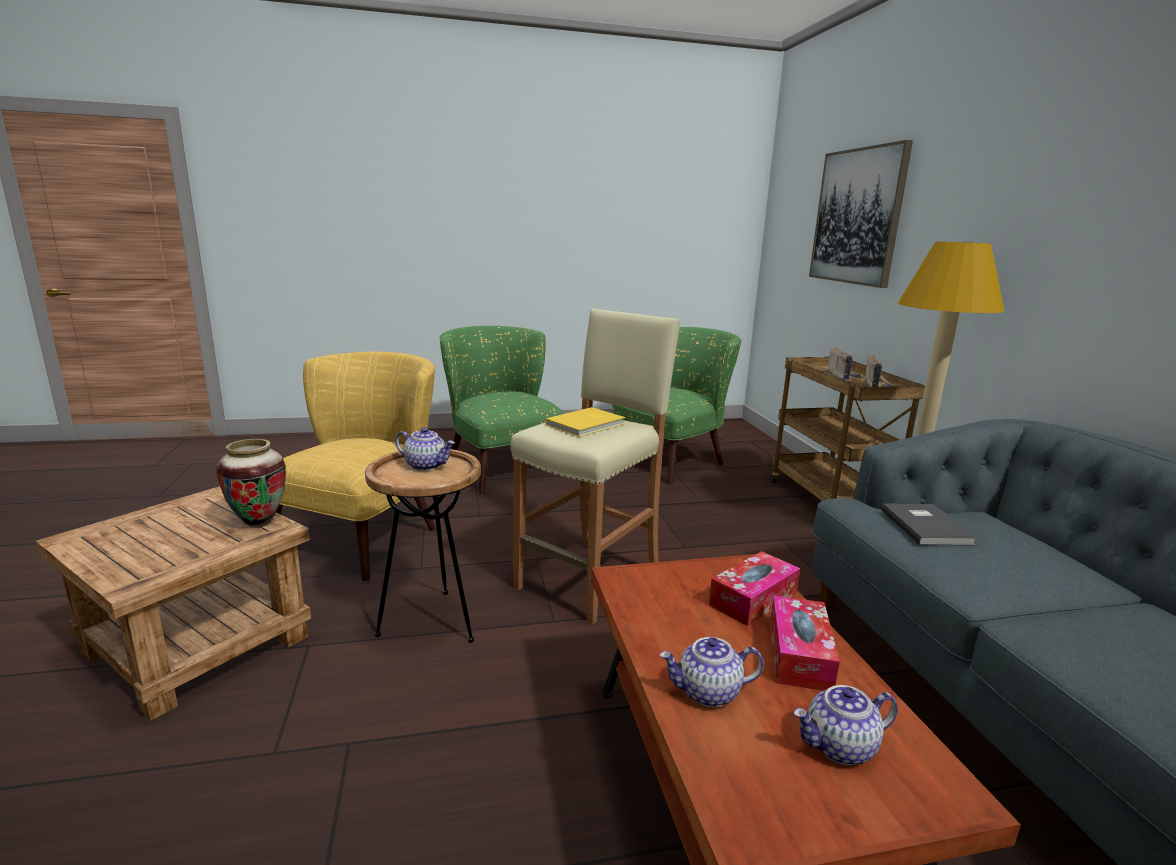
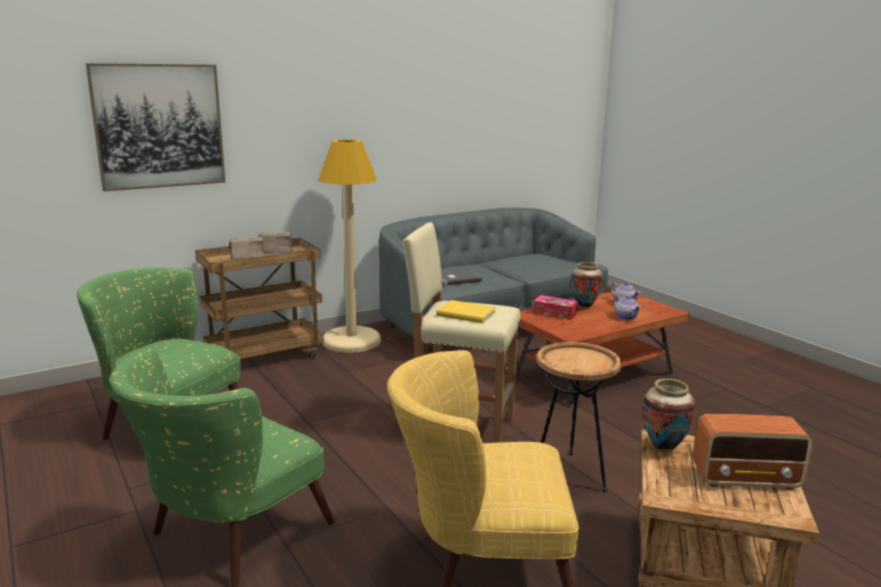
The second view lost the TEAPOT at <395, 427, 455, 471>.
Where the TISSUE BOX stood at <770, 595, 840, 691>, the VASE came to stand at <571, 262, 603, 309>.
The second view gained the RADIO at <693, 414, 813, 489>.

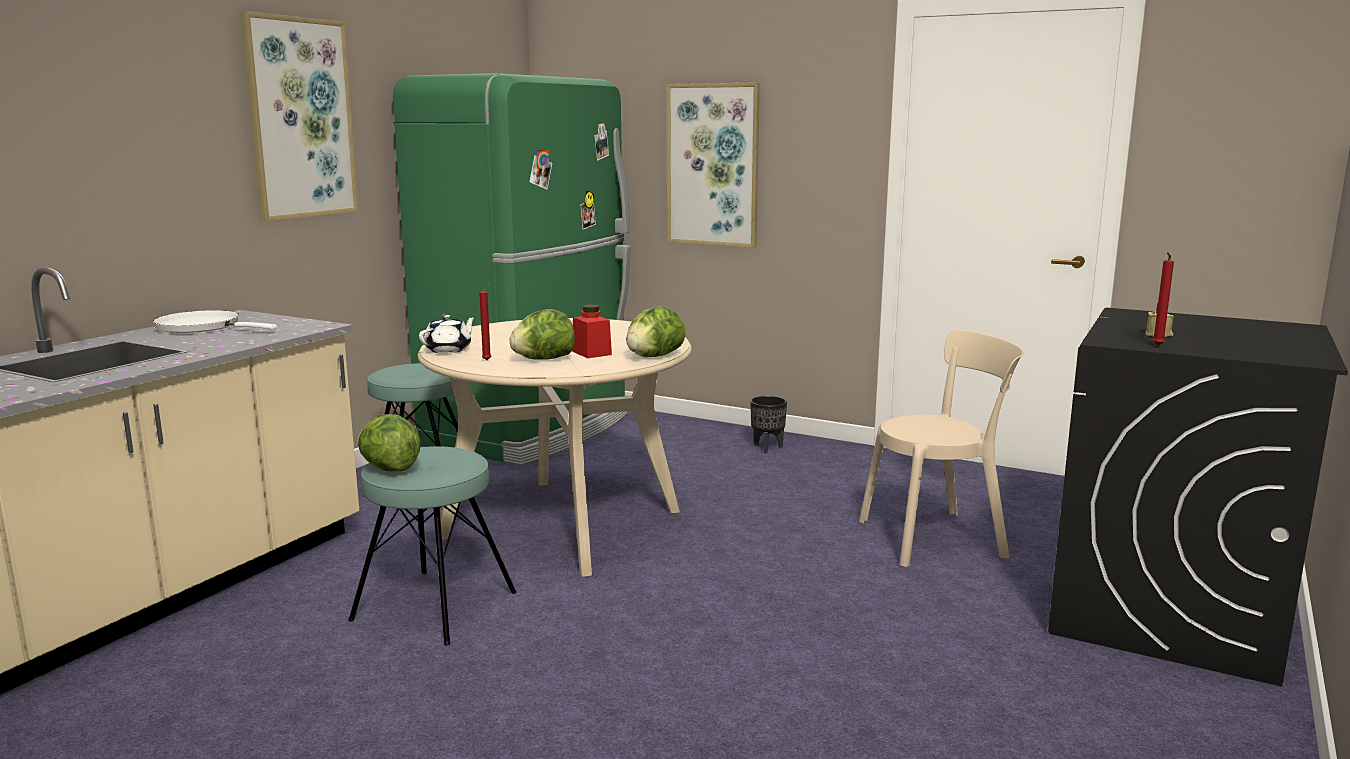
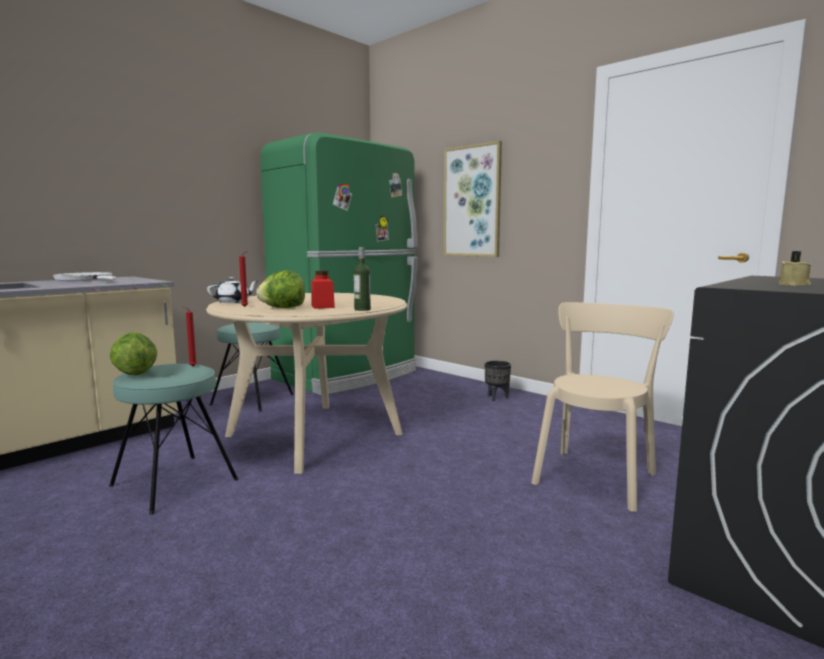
The second view lost the PICTURE at <240, 11, 358, 221>.
The RED CANDLE ended up elsewhere, having gone from <1152, 252, 1174, 346> to <182, 306, 197, 367>.
Where the LETTUCE stood at <626, 306, 686, 358>, the BOTTLE came to stand at <354, 247, 371, 311>.
The BEIGE CHAIR at <859, 330, 1024, 567> ended up facing another way, 60 degrees counterclockwise from before.

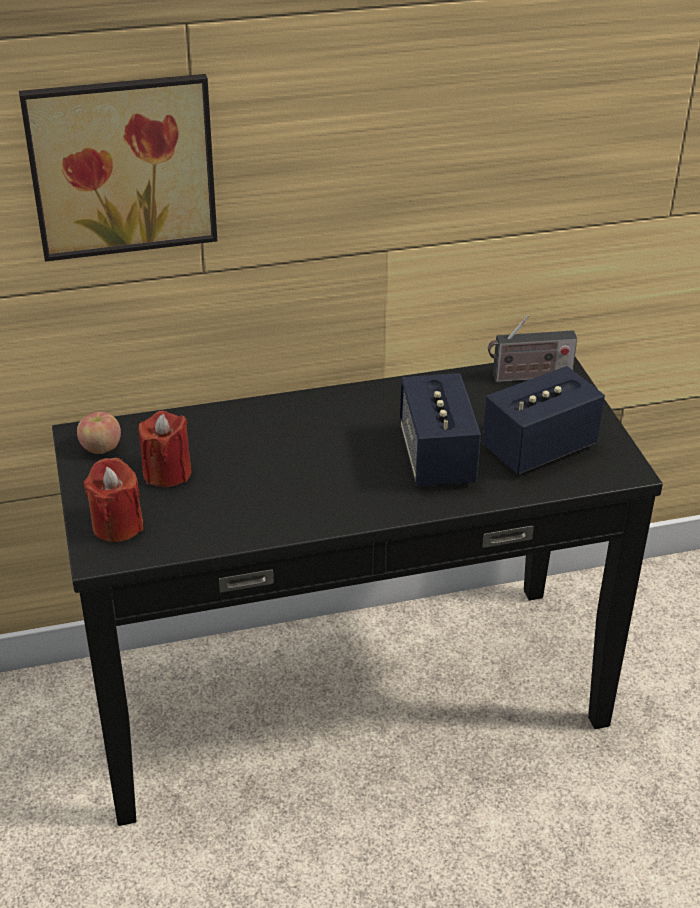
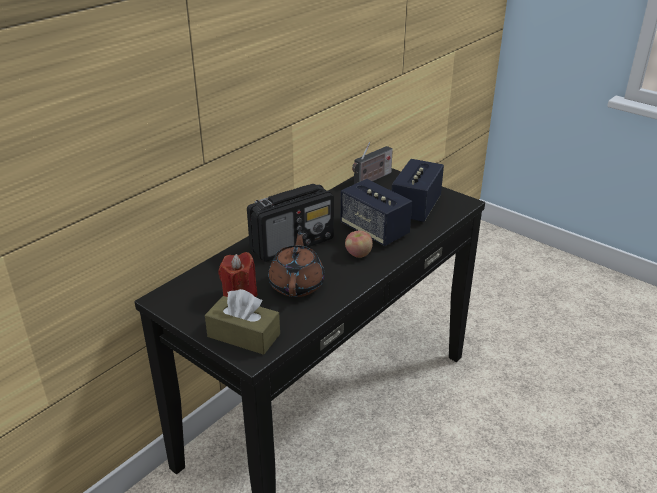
The second view lost the PICTURE at <19, 74, 217, 262>.
The APPLE ended up elsewhere, having gone from <77, 412, 121, 454> to <345, 231, 373, 258>.
Where the RED CANDLE stood at <84, 458, 143, 542>, the BROWN TISSUE BOX came to stand at <205, 289, 280, 355>.
The second view gained the RADIO at <247, 184, 334, 262>.
The second view gained the BROWN TEAPOT at <268, 231, 325, 297>.

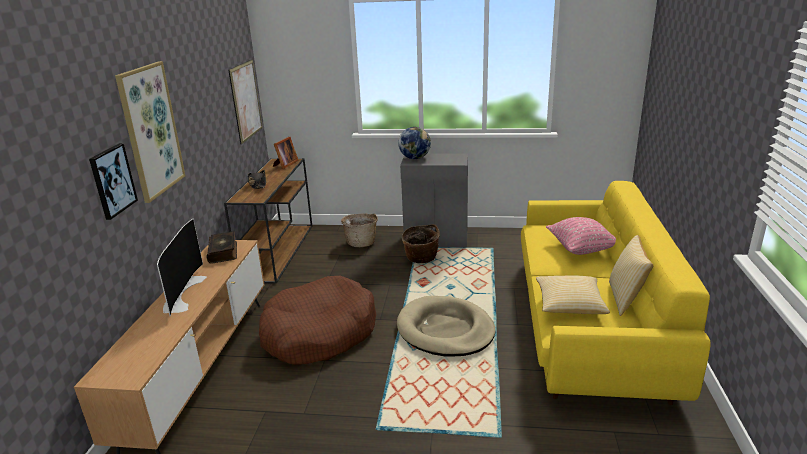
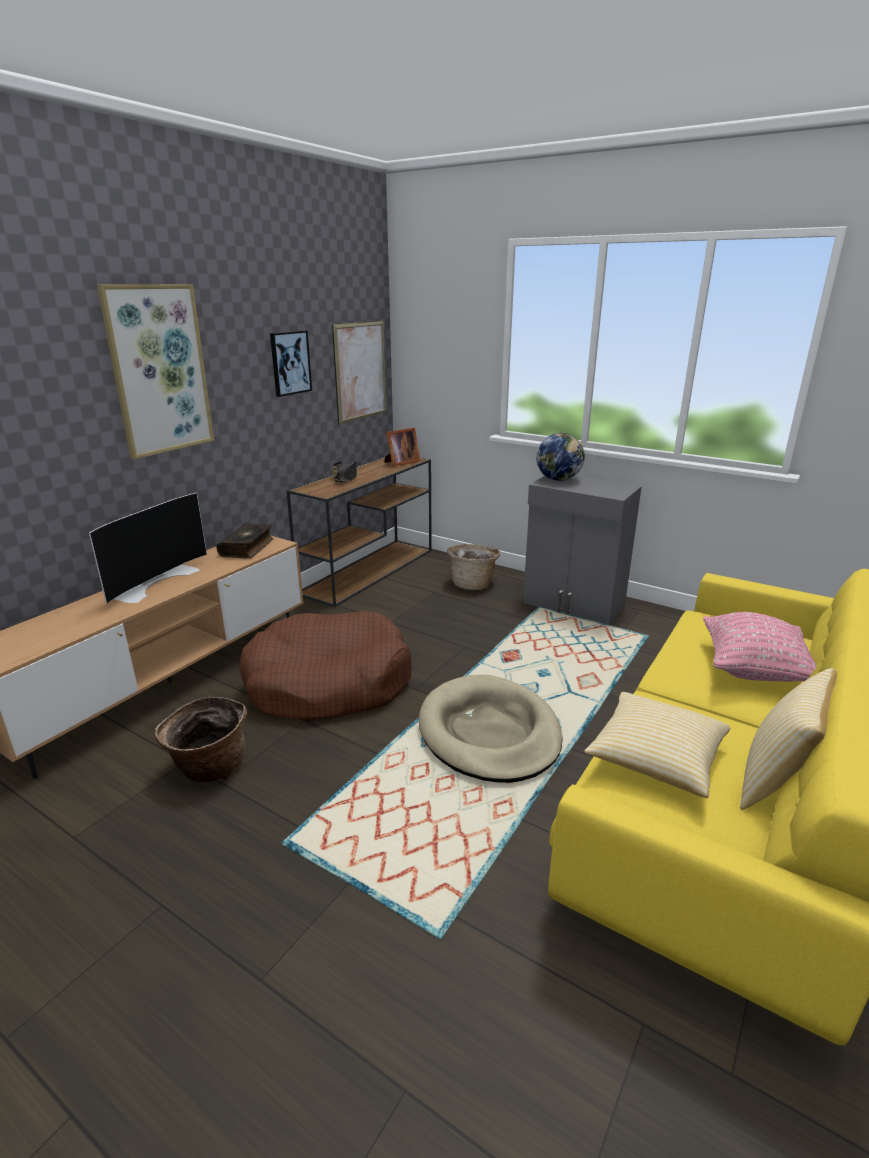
The PICTURE ended up elsewhere, having gone from <89, 143, 138, 220> to <270, 331, 312, 397>.
The BASKET ended up elsewhere, having gone from <402, 224, 440, 263> to <155, 697, 247, 782>.

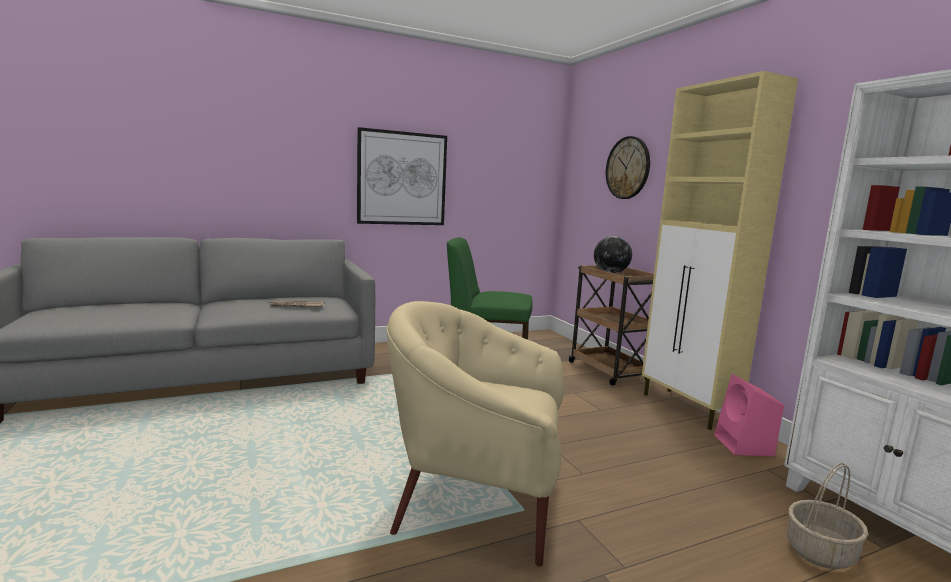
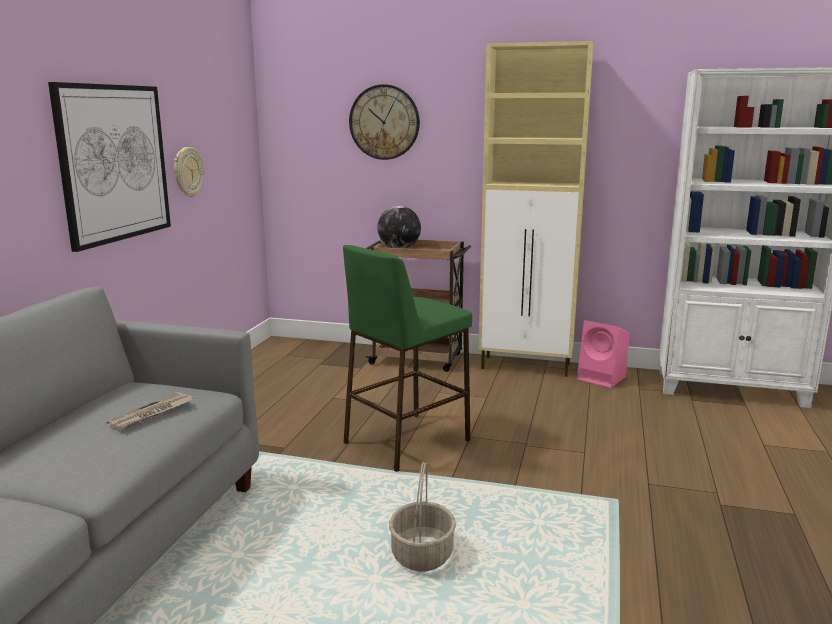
The second view lost the BEIGE ARMCHAIR at <387, 301, 564, 567>.
The BASKET ended up elsewhere, having gone from <787, 463, 868, 569> to <389, 462, 456, 572>.
The second view gained the WALL CLOCK at <174, 147, 204, 197>.

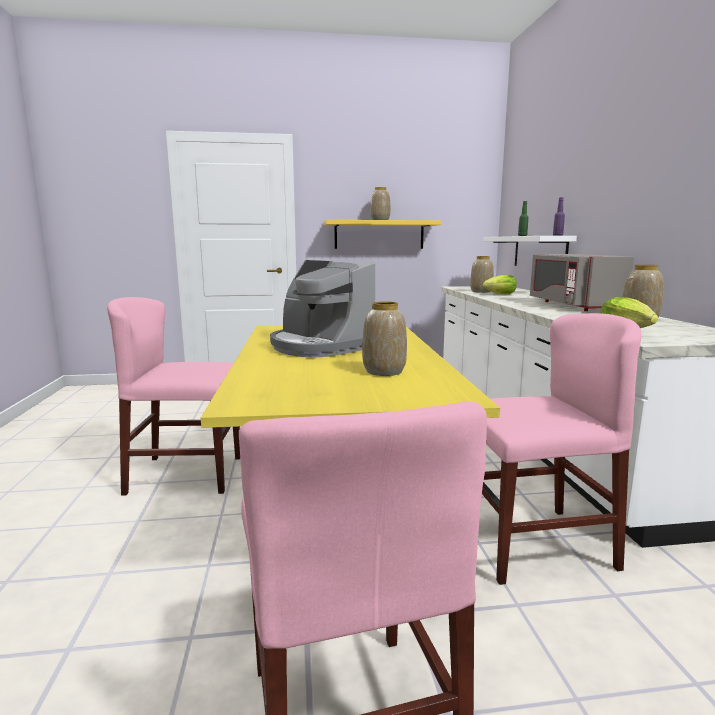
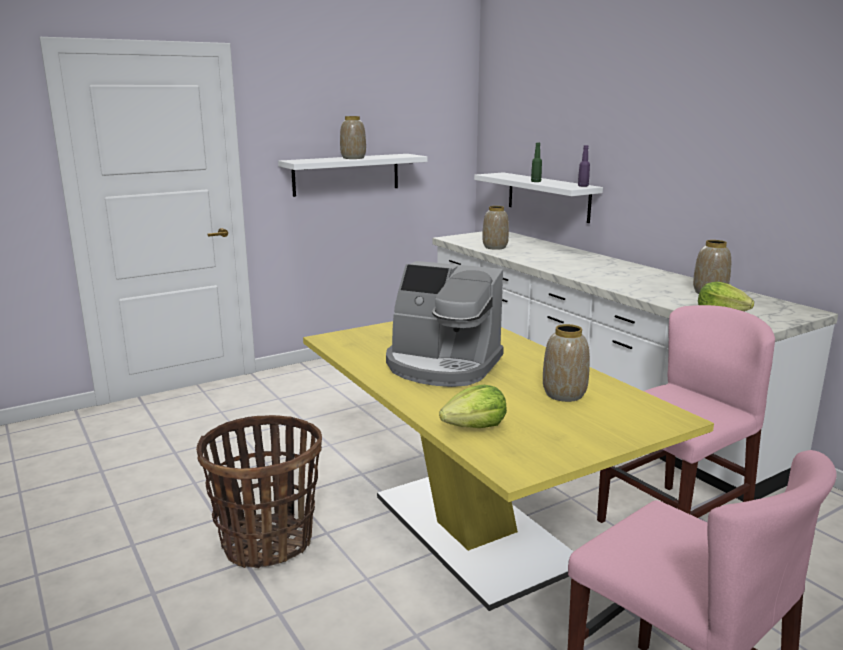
What was the YELLOW SHELF at <324, 220, 442, 249> turned into the WHITE SHELF at <278, 154, 427, 197>.
The second view lost the GREY MICROWAVE at <530, 254, 634, 311>.
The LETTUCE ended up elsewhere, having gone from <483, 275, 517, 294> to <439, 385, 507, 428>.
Where the PINK CHAIR stood at <107, 297, 240, 496>, the BASKET came to stand at <196, 415, 322, 568>.

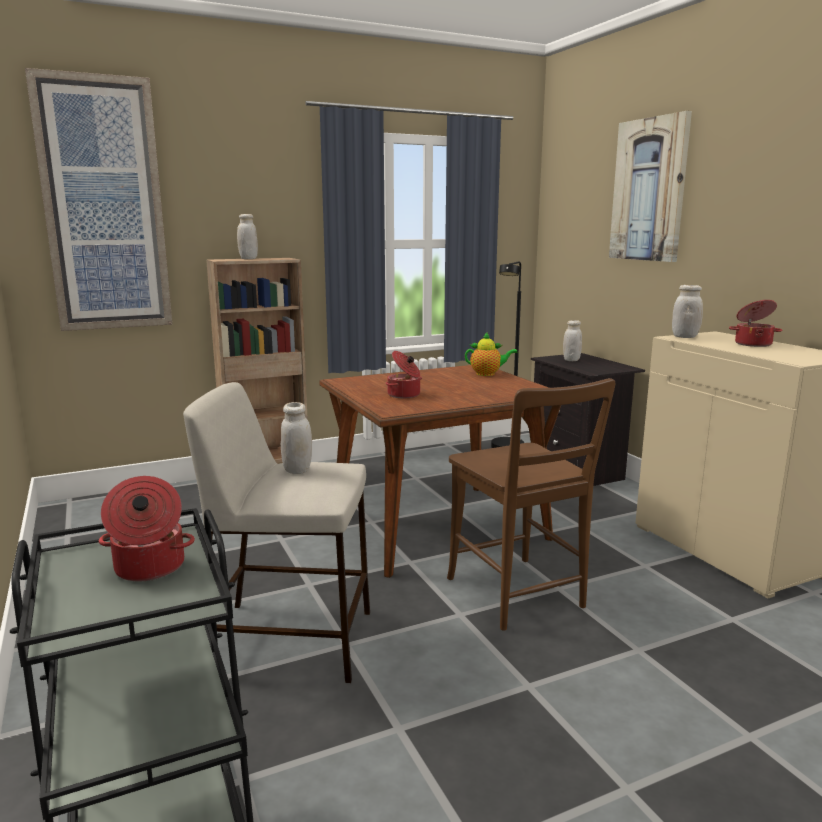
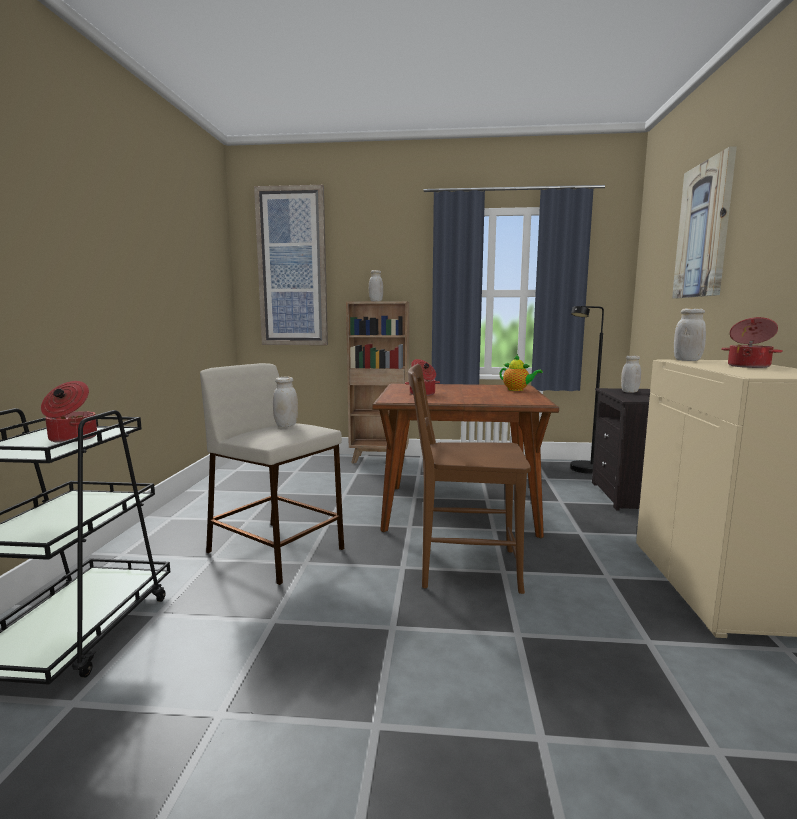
The BROWN CHAIR at <447, 378, 615, 631> ended up facing another way, 90 degrees clockwise from before.

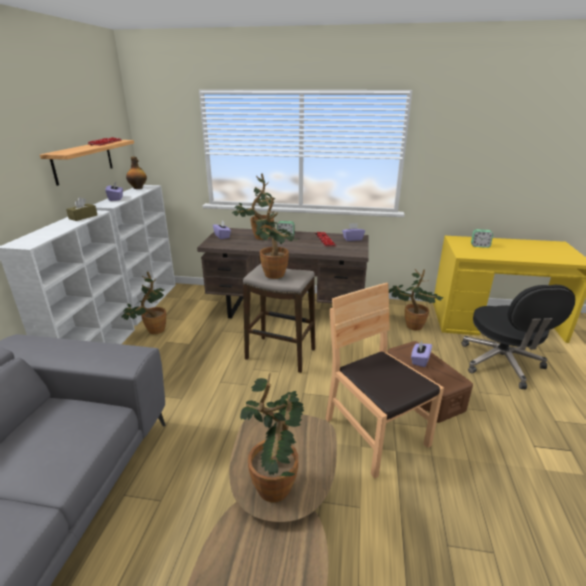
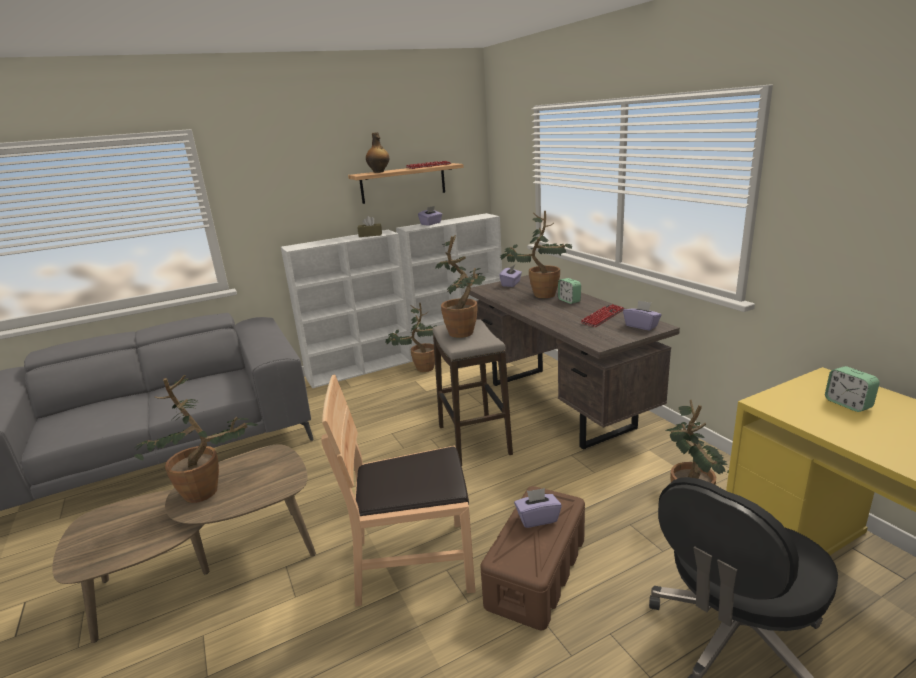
The BOTTLE ended up elsewhere, having gone from <126, 157, 147, 189> to <366, 132, 389, 173>.
The BROWN CHAIR at <326, 283, 444, 479> ended up facing another way, 120 degrees counterclockwise from before.

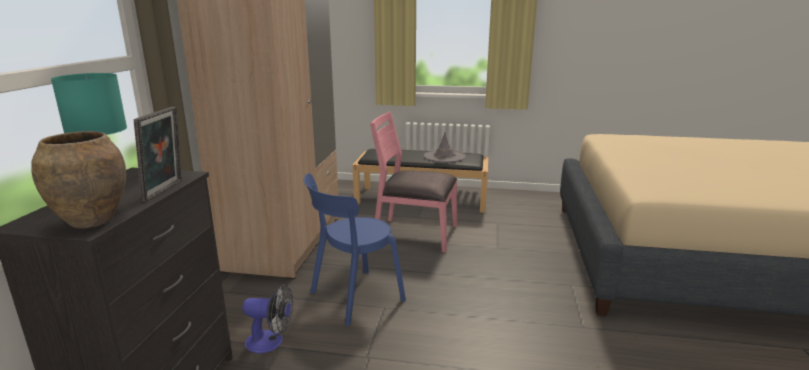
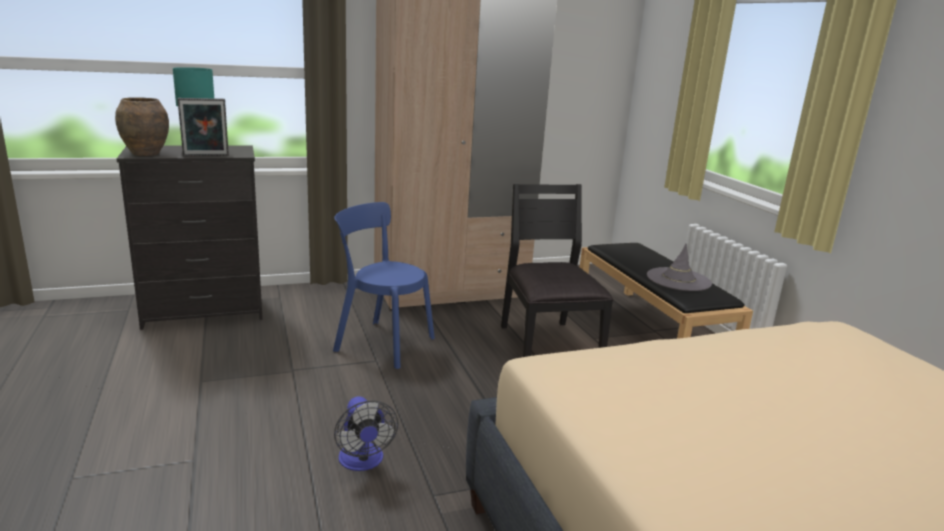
What was the PINK CHAIR at <370, 111, 457, 253> turned into the BLACK CHAIR at <501, 184, 614, 357>.
The FAN ended up elsewhere, having gone from <242, 284, 293, 353> to <334, 396, 398, 471>.

